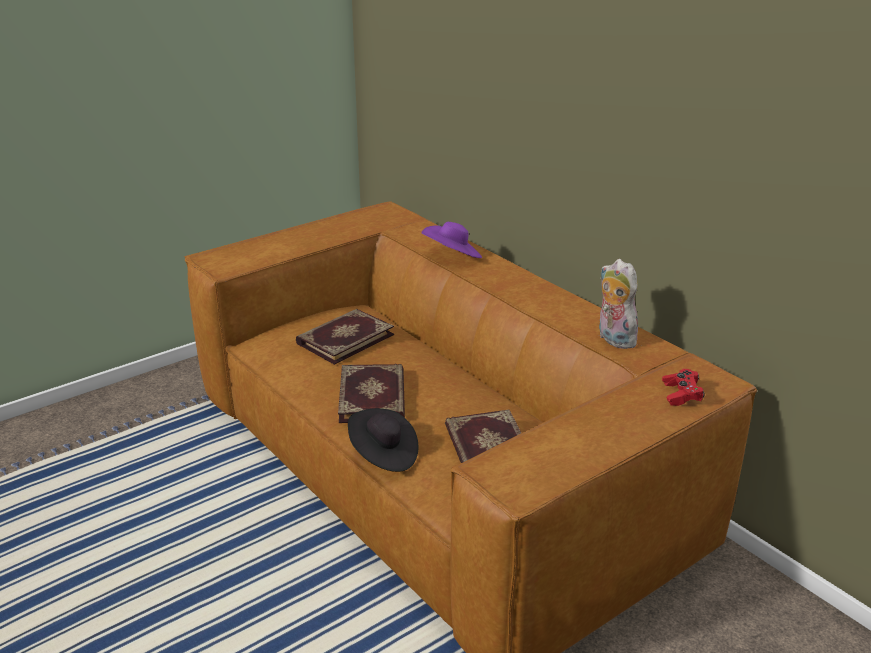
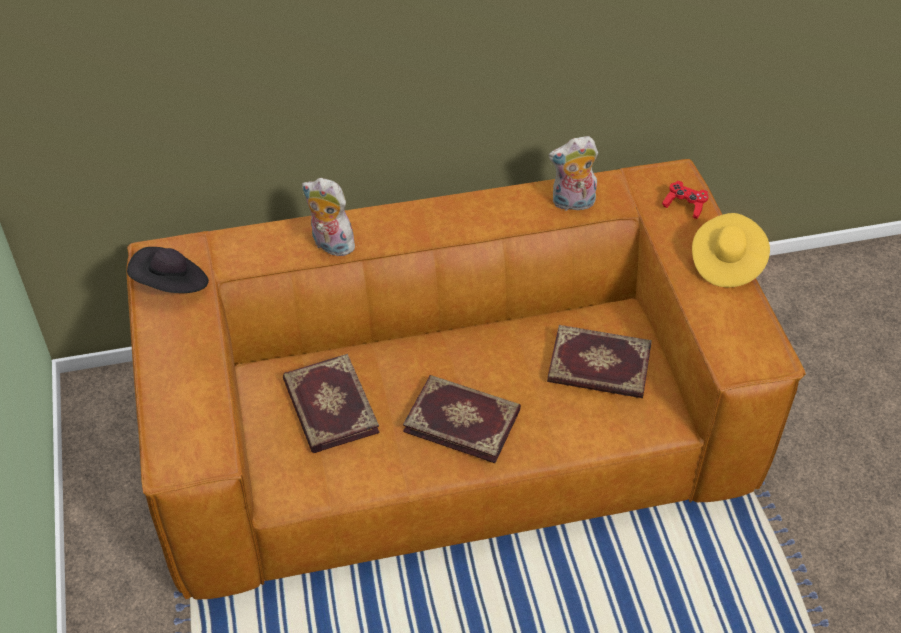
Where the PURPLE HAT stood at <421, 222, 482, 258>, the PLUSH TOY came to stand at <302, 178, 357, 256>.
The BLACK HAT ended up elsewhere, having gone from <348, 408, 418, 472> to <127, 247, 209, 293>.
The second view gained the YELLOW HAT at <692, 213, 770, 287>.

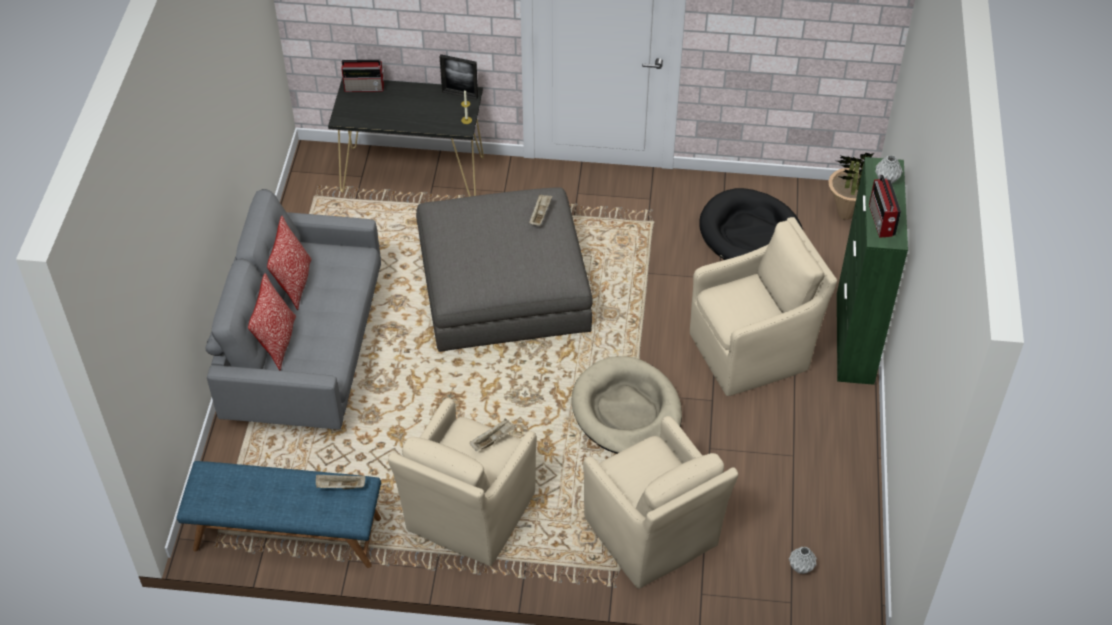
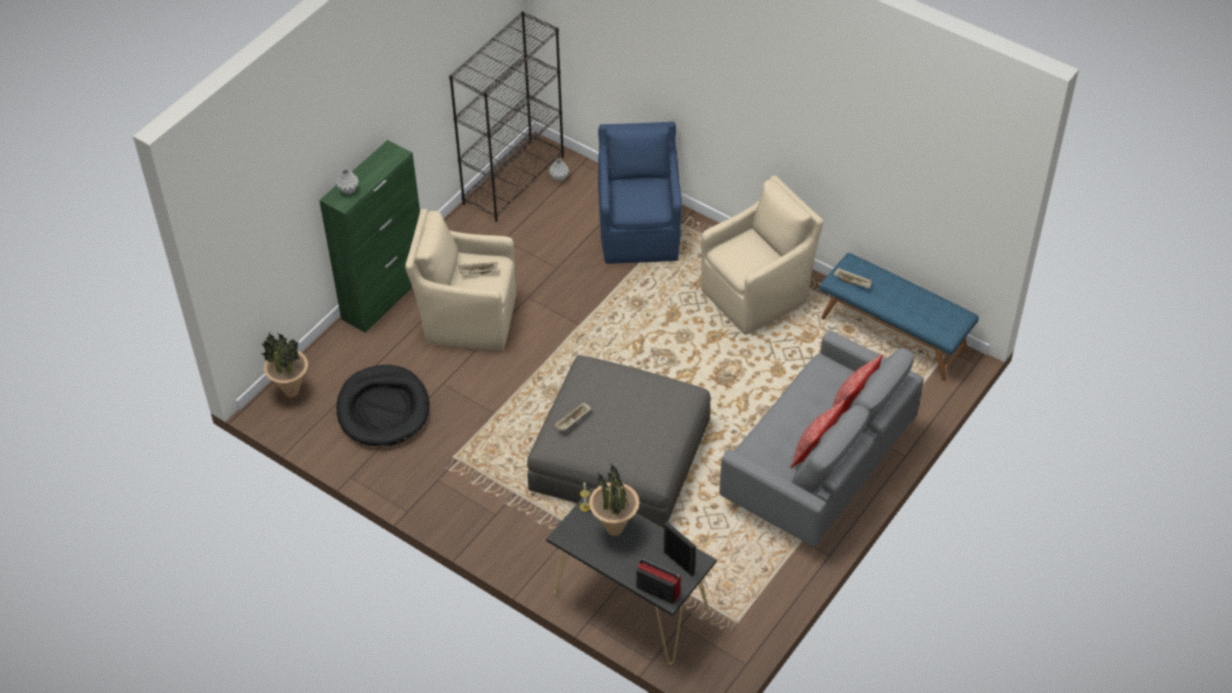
The PICTURE FRAME ended up elsewhere, having gone from <440, 54, 478, 99> to <664, 522, 696, 576>.
The second view lost the RADIO at <869, 175, 901, 238>.
The second view lost the BEIGE DOG BED at <571, 356, 682, 454>.
What was the BEIGE ARMCHAIR at <583, 416, 738, 589> turned into the BLUE ARMCHAIR at <598, 122, 682, 264>.
The BEIGE TRAY ended up elsewhere, having gone from <470, 419, 517, 451> to <458, 262, 498, 274>.
The second view gained the BLACK BOOKCASE at <449, 11, 564, 222>.
The second view gained the POTTED PLANT at <589, 464, 639, 536>.

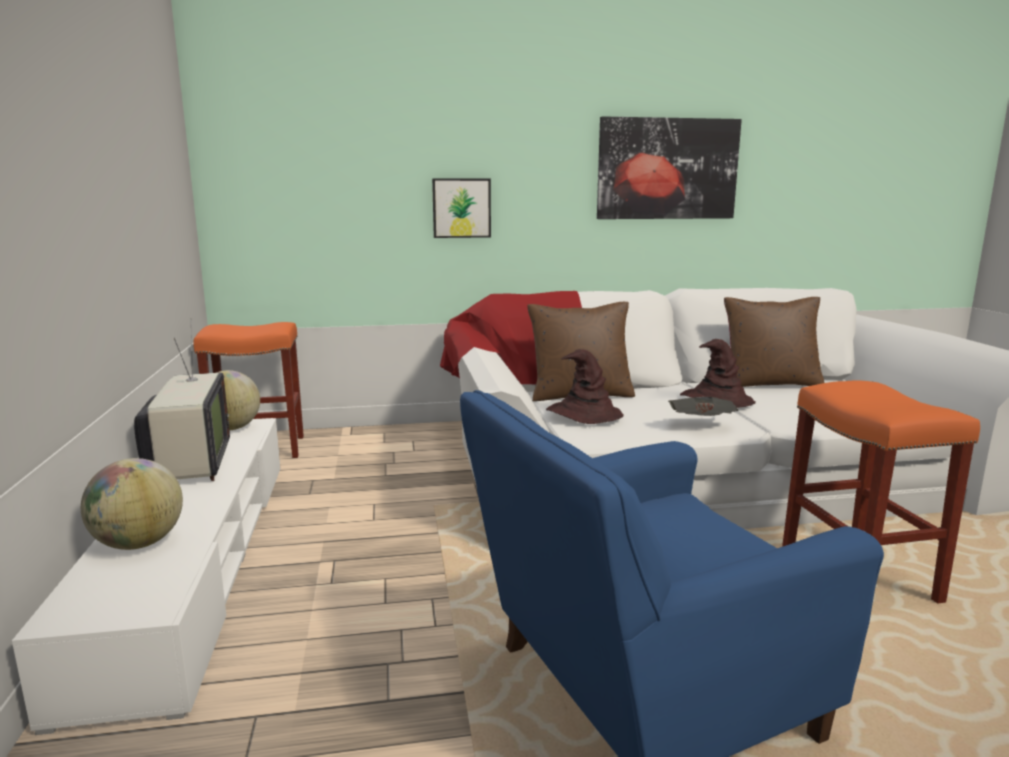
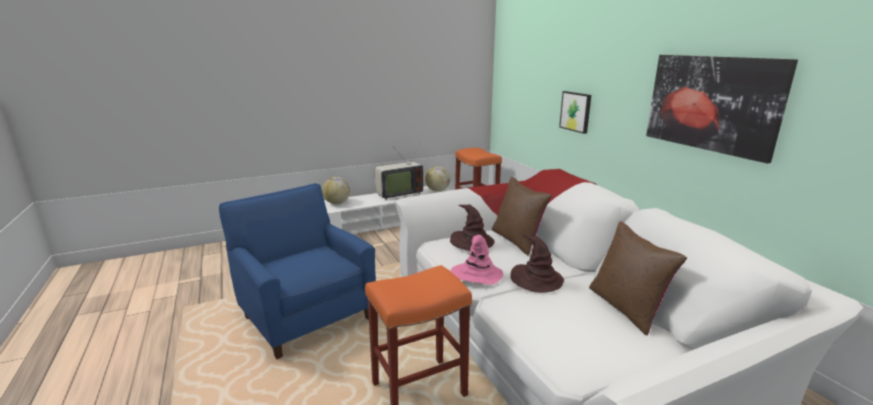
Where the NEWSPAPER stood at <668, 397, 738, 416>, the PINK HAT came to stand at <451, 235, 503, 285>.

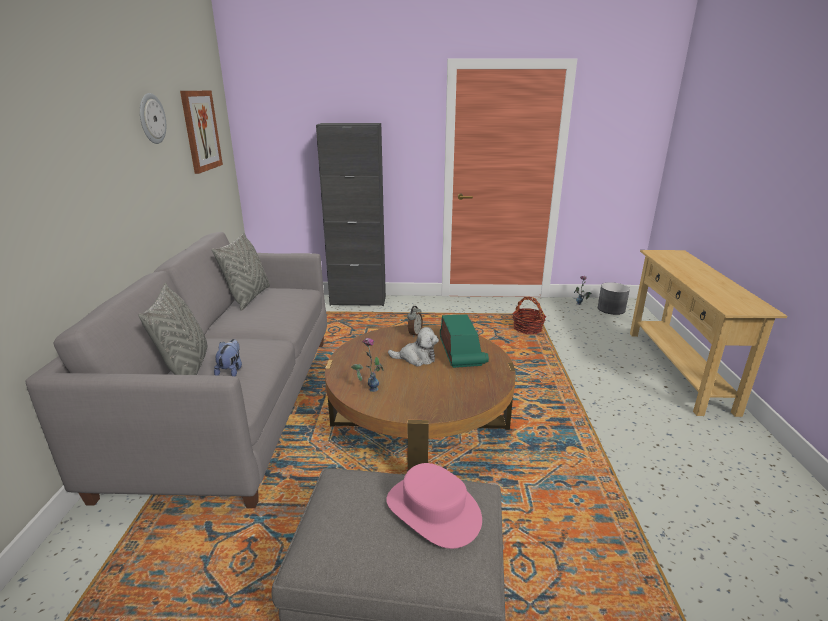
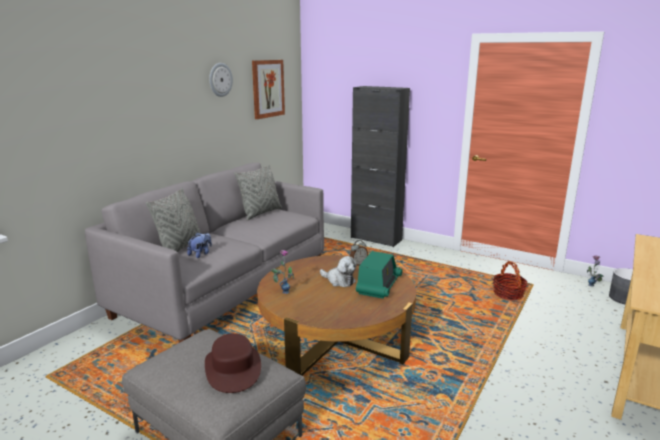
What was the PINK HAT at <386, 463, 482, 549> turned into the BROWN HAT at <205, 333, 261, 393>.

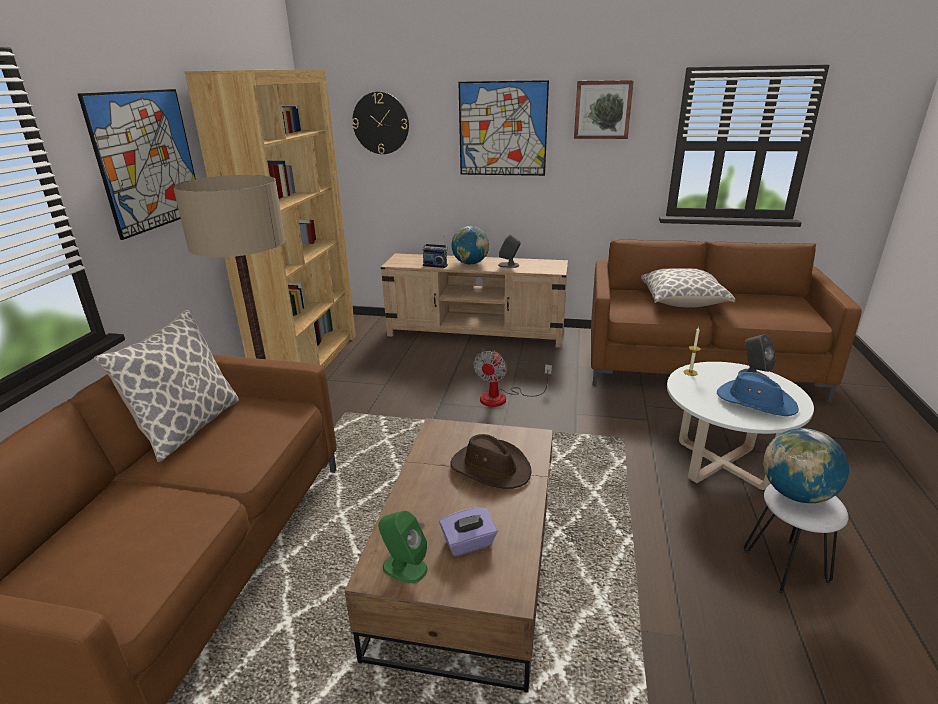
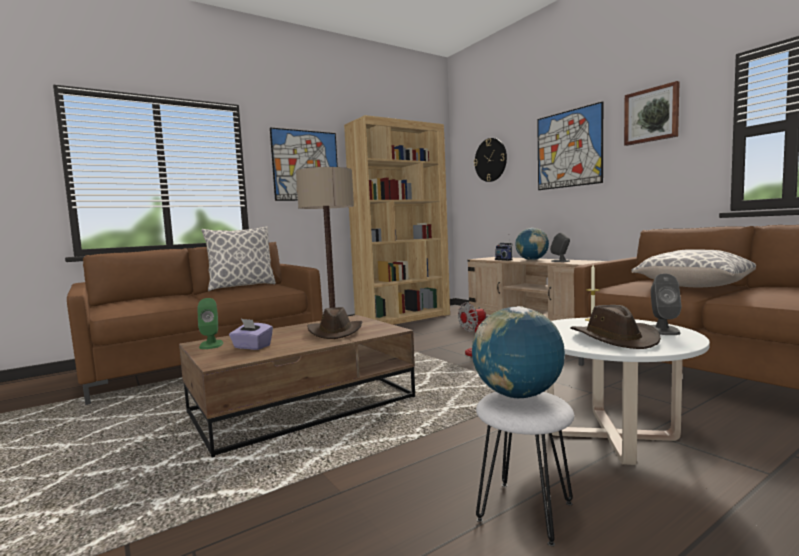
What was the BLUE HAT at <717, 372, 799, 416> turned into the BROWN HAT at <570, 305, 661, 349>.

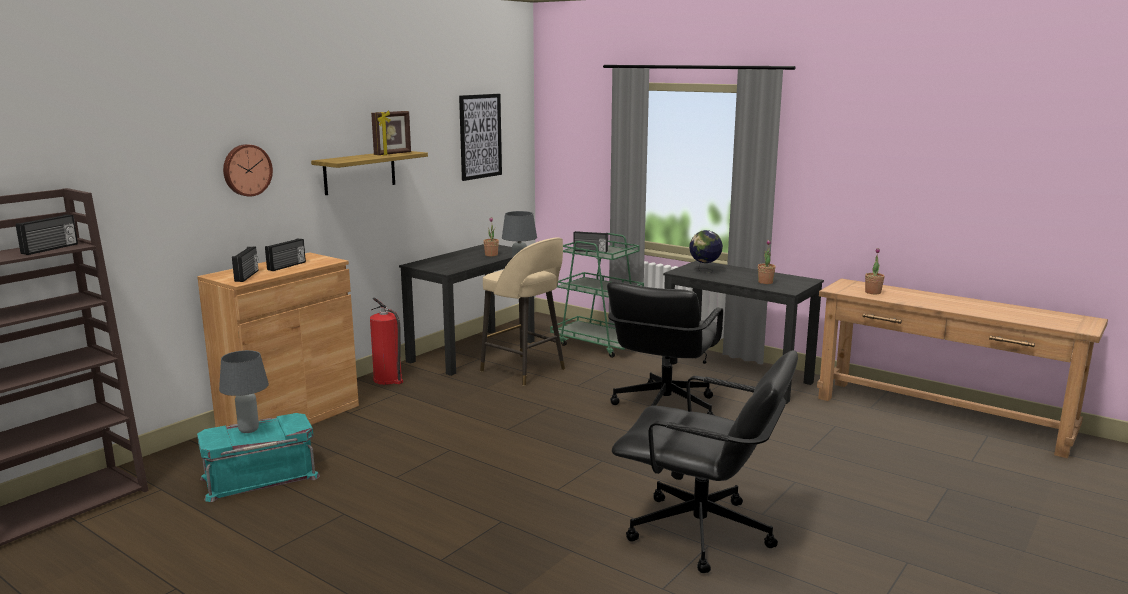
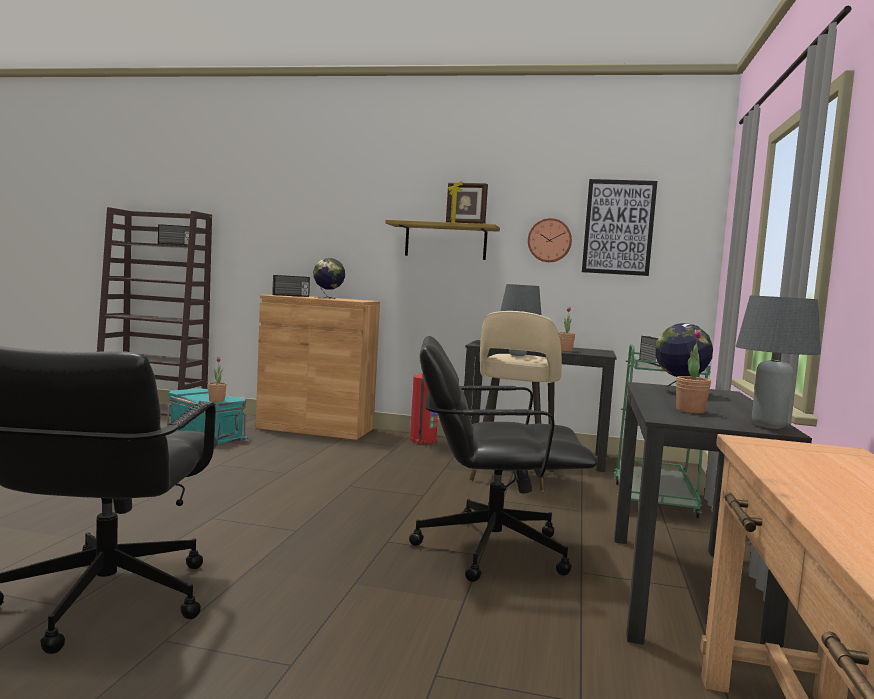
The WALL CLOCK ended up elsewhere, having gone from <223, 144, 273, 197> to <528, 218, 572, 262>.
Where the RADIO stood at <265, 238, 306, 271>, the GLOBE came to stand at <313, 258, 345, 299>.
The POTTED PLANT ended up elsewhere, having gone from <865, 248, 884, 294> to <208, 357, 227, 402>.
The GREY TABLE LAMP ended up elsewhere, having gone from <219, 350, 269, 433> to <736, 295, 821, 429>.

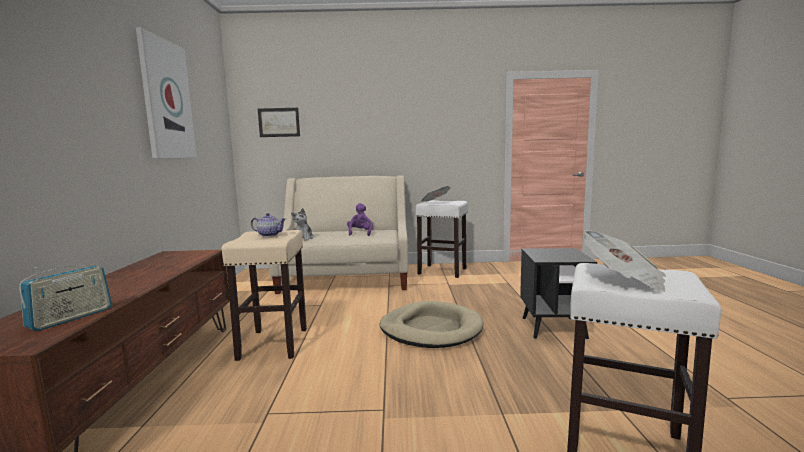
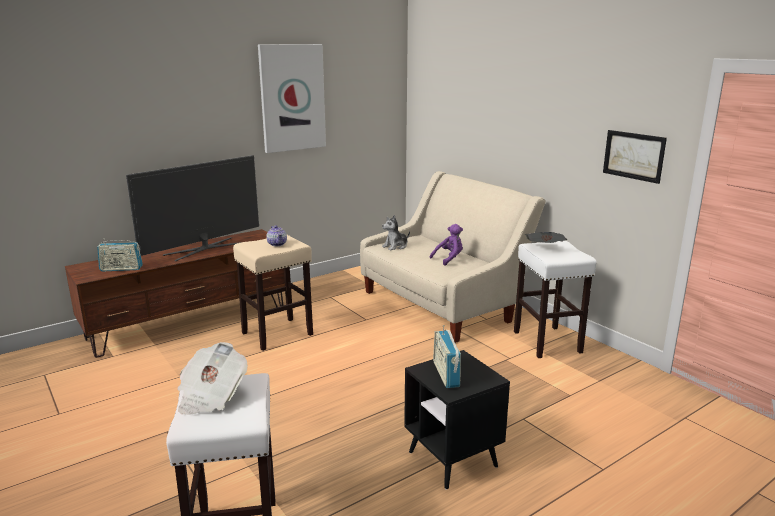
The PICTURE ended up elsewhere, having gone from <258, 108, 300, 137> to <603, 130, 667, 184>.
The second view lost the BEIGE DOG BED at <379, 301, 483, 348>.
The second view gained the TELEVISION at <126, 155, 259, 261>.
The second view gained the RADIO at <433, 325, 461, 388>.

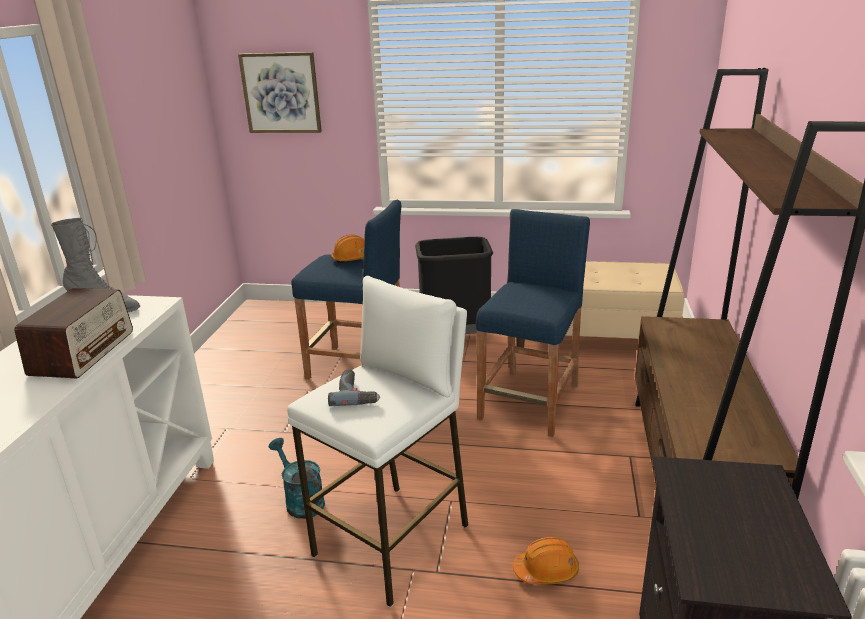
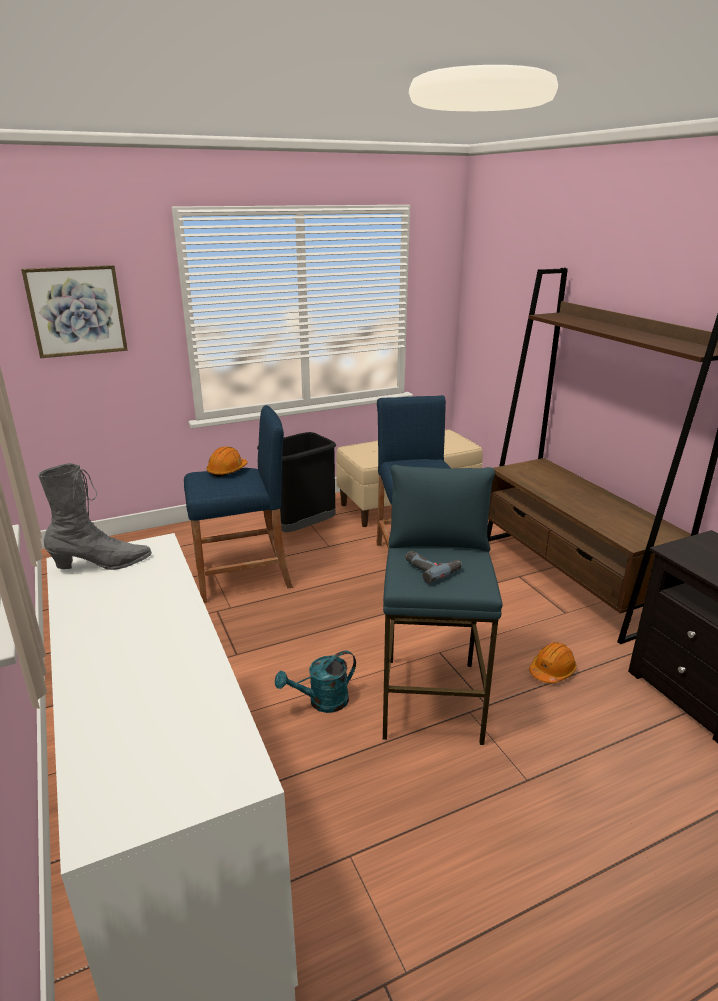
What was the WHITE STOOL at <287, 276, 469, 607> turned into the BLUE STOOL at <383, 464, 503, 745>.
The second view lost the RADIO at <14, 288, 133, 378>.
The TURQUOISE WATERING CAN at <269, 438, 325, 519> ended up facing another way, 45 degrees counterclockwise from before.

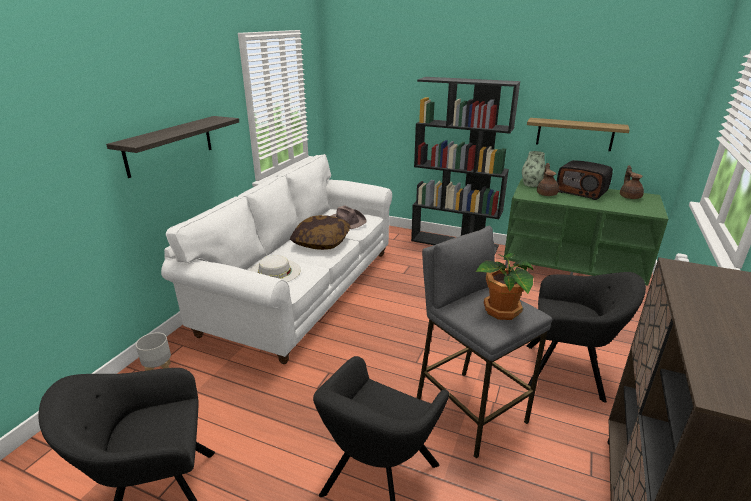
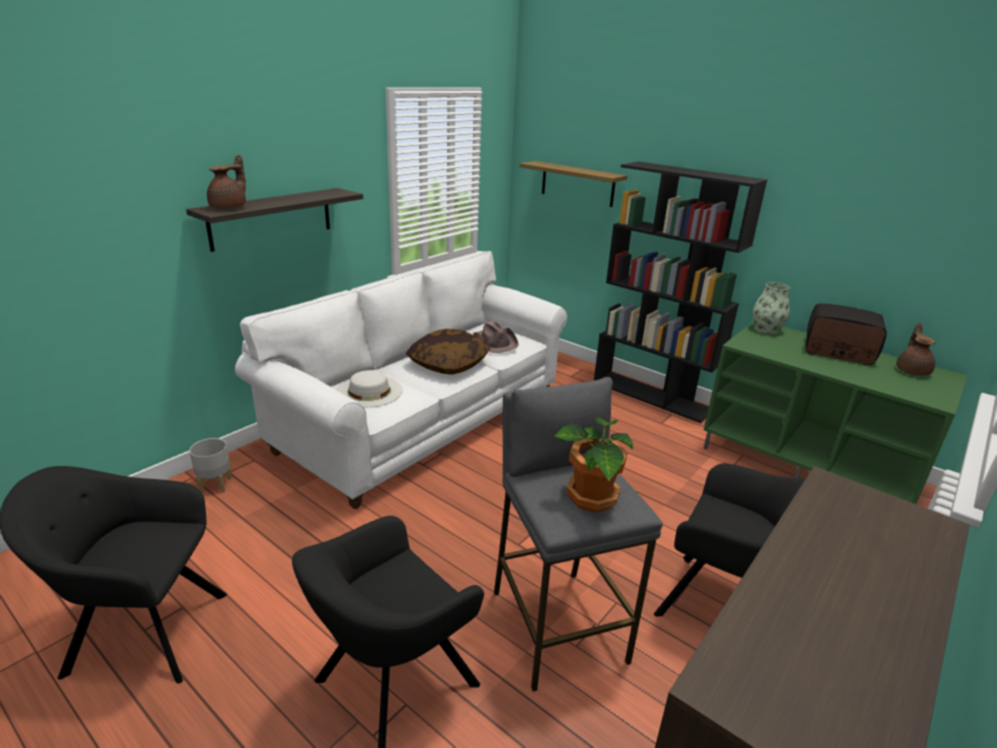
The SHELF ended up elsewhere, having gone from <527, 118, 630, 151> to <519, 161, 627, 207>.
The RADIO at <557, 160, 613, 200> ended up facing another way, 150 degrees clockwise from before.
The BROWN TEAPOT ended up elsewhere, having gone from <537, 163, 559, 196> to <207, 155, 246, 209>.

